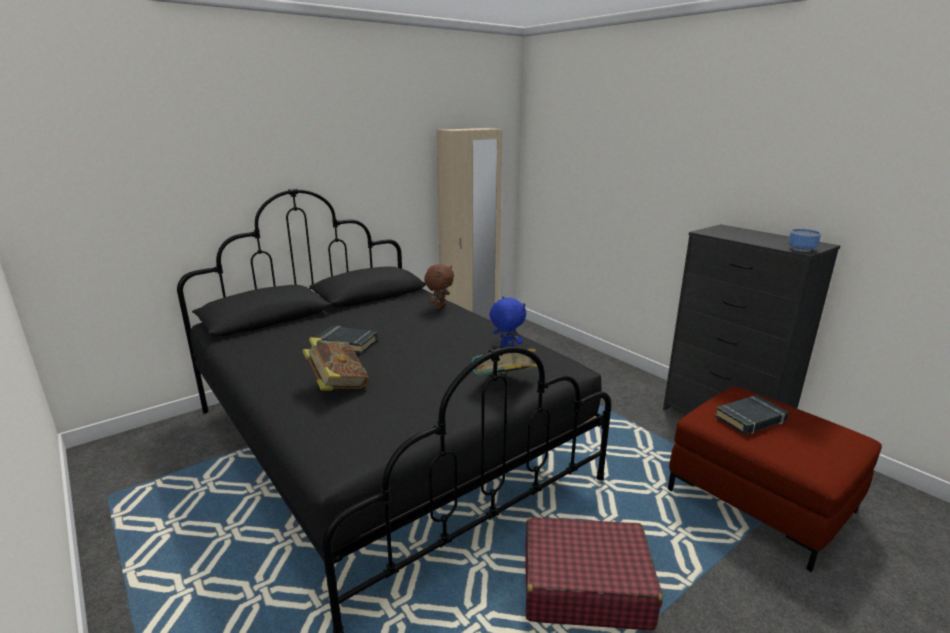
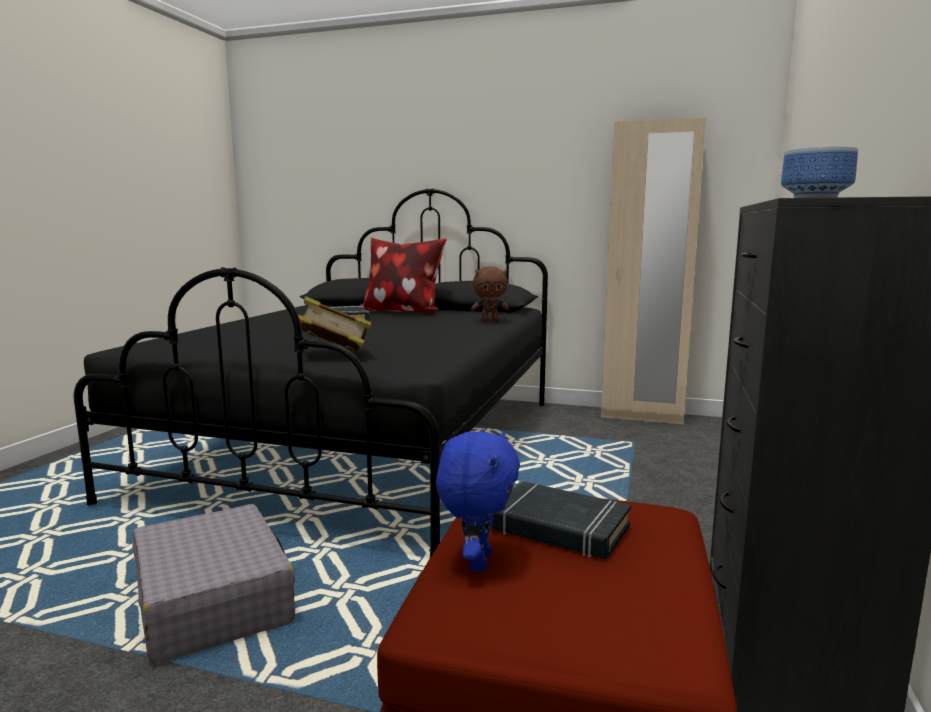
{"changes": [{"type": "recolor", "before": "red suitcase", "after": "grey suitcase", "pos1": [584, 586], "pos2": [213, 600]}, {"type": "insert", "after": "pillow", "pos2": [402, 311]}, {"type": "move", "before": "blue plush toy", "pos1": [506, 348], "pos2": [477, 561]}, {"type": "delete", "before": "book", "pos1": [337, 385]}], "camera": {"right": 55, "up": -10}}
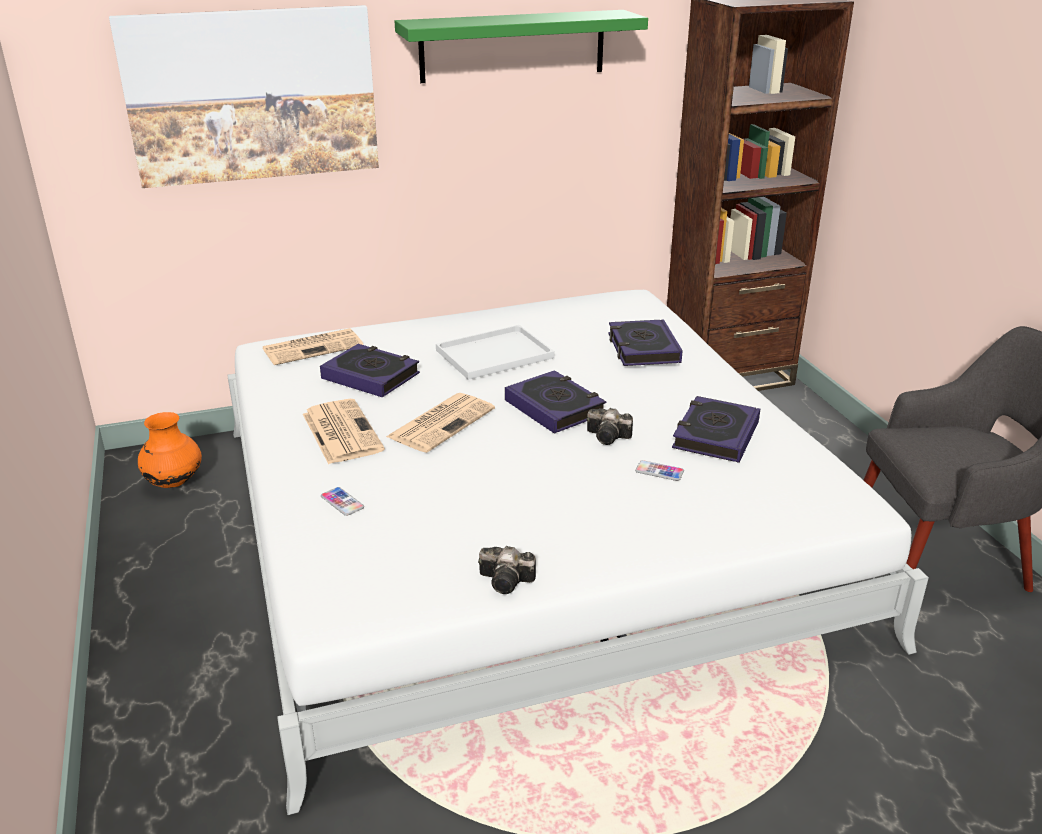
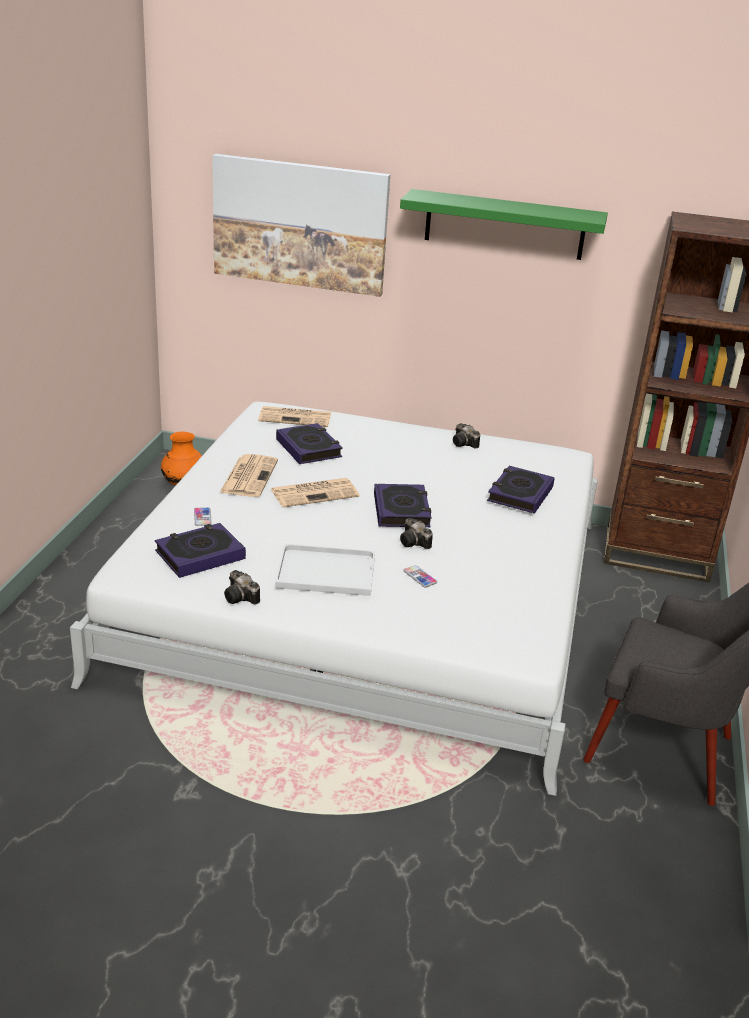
{"changes": [{"type": "move", "before": "book", "pos1": [715, 435], "pos2": [200, 555]}, {"type": "move", "before": "white tray", "pos1": [496, 353], "pos2": [328, 571]}, {"type": "insert", "after": "photo camera", "pos2": [465, 444]}], "camera": {"right": 30, "up": 0}}
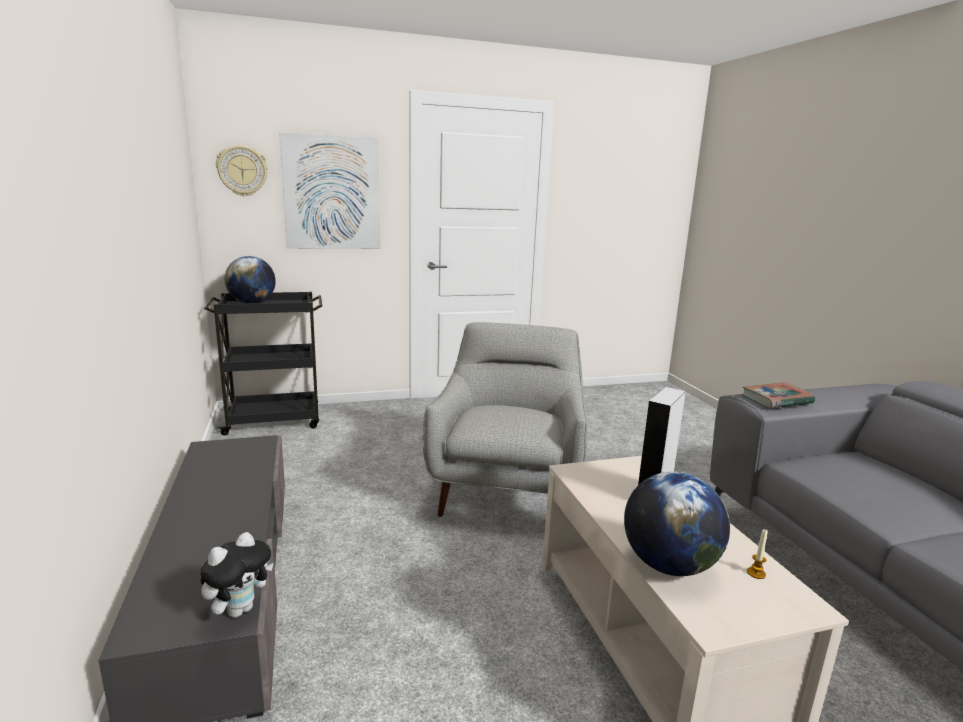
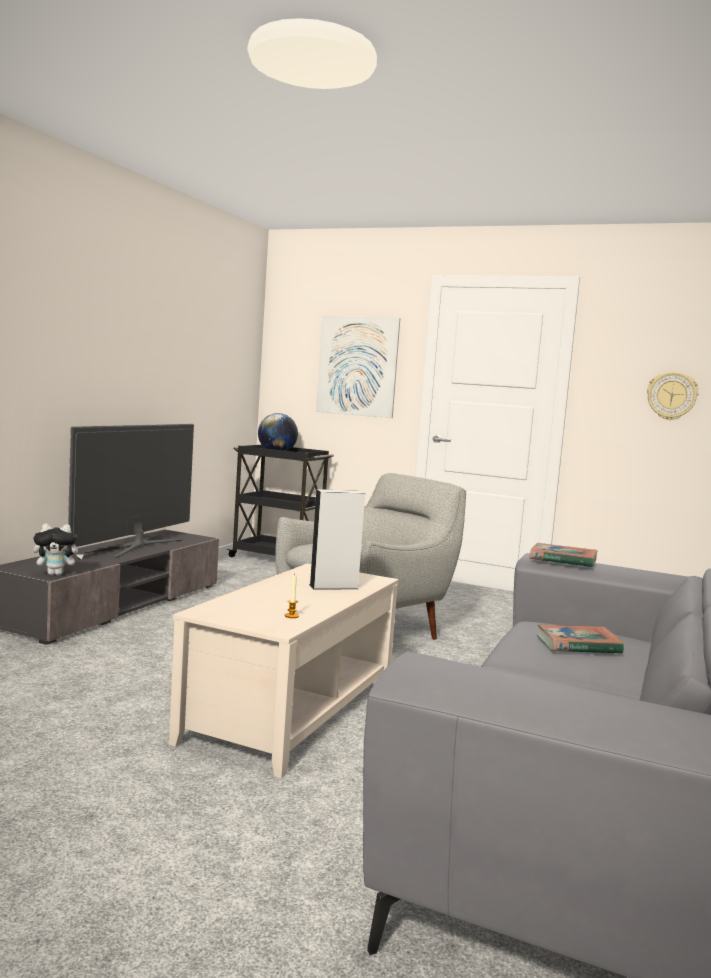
{"changes": [{"type": "insert", "after": "television", "pos2": [136, 545]}, {"type": "insert", "after": "book", "pos2": [578, 645]}, {"type": "move", "before": "wall clock", "pos1": [242, 171], "pos2": [672, 396]}, {"type": "delete", "before": "globe", "pos1": [668, 565]}], "camera": {"right": 40, "up": -10}}
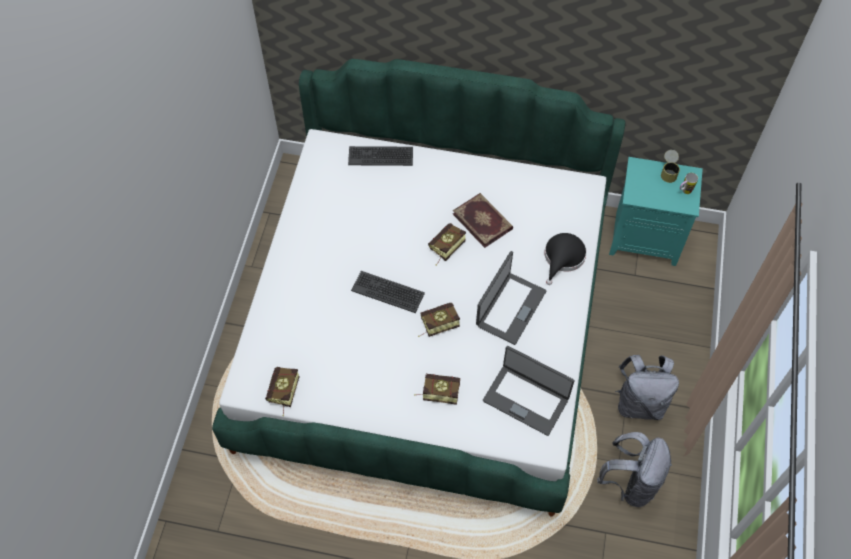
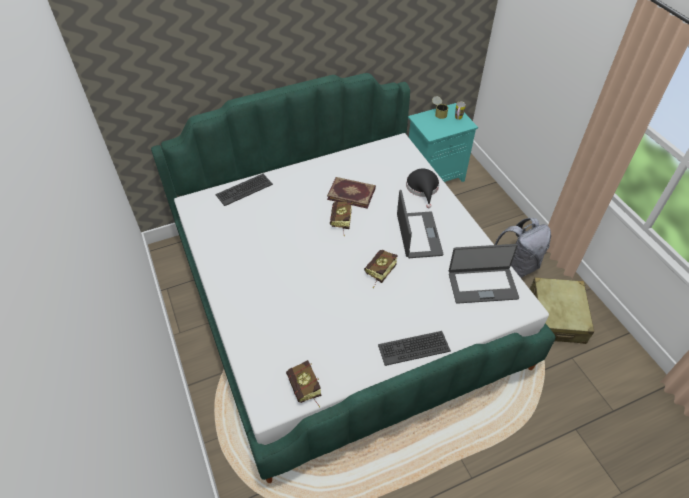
{"changes": [{"type": "move", "before": "keyboard", "pos1": [388, 291], "pos2": [413, 347]}, {"type": "replace", "before": "grey backpack", "after": "beige suitcase", "pos1": [630, 482], "pos2": [556, 317]}, {"type": "delete", "before": "book", "pos1": [436, 392]}], "camera": {"right": -35, "up": -10}}
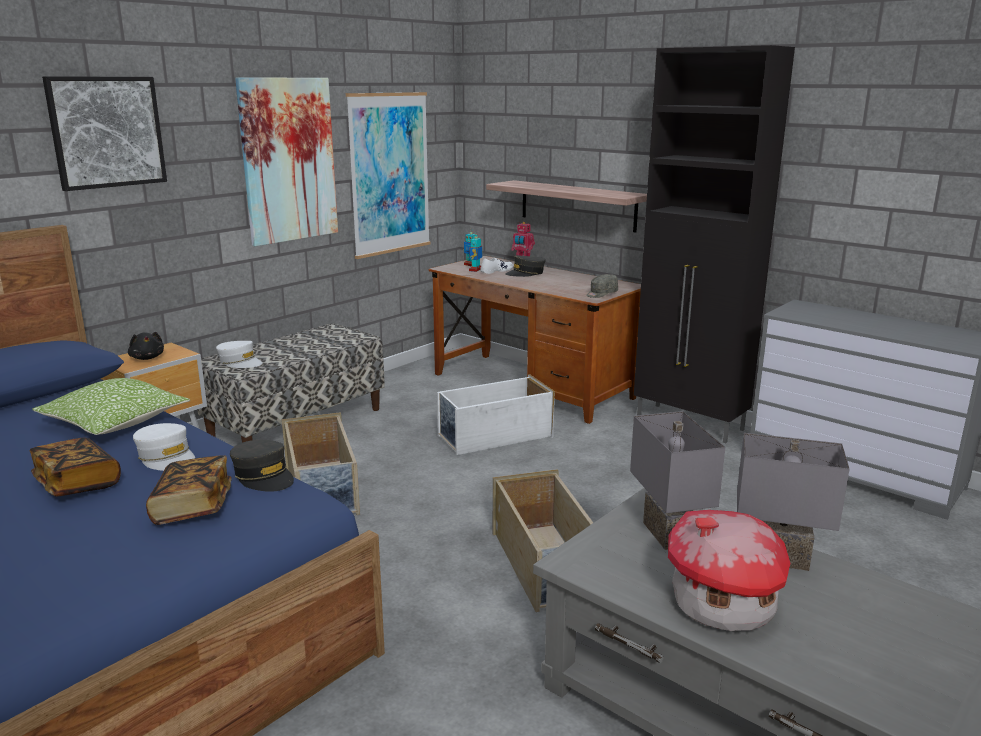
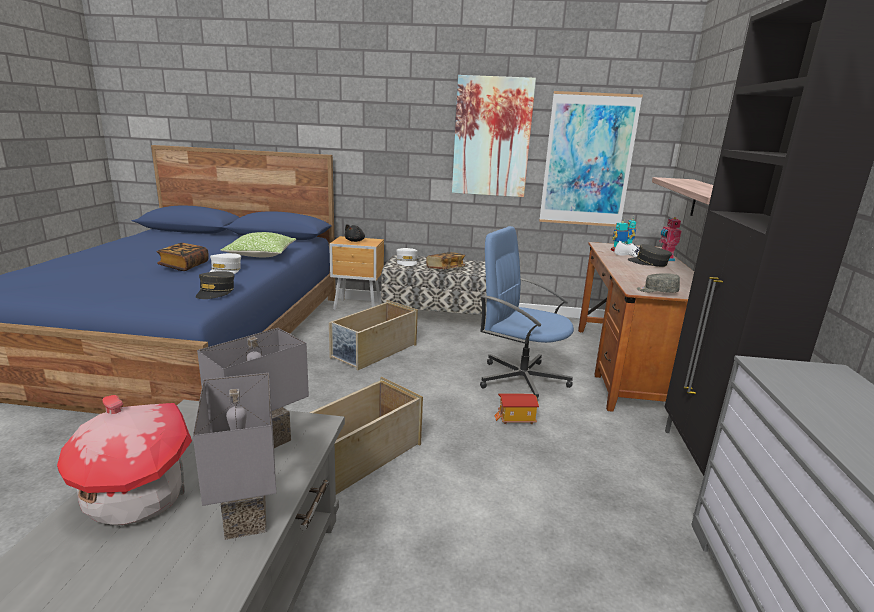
{"changes": [{"type": "move", "before": "book", "pos1": [193, 507], "pos2": [445, 269]}, {"type": "replace", "before": "white storage box", "after": "blue office chair", "pos1": [494, 436], "pos2": [521, 379]}, {"type": "insert", "after": "toy house", "pos2": [516, 419]}, {"type": "delete", "before": "picture", "pos1": [107, 132]}], "camera": {"right": 55, "up": 0}}
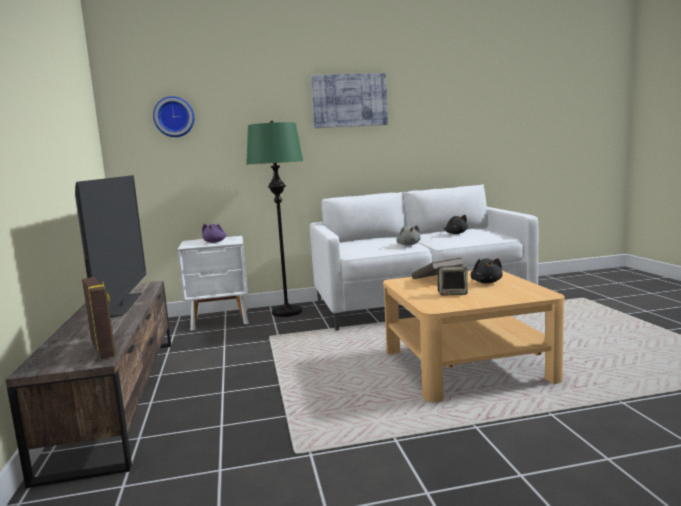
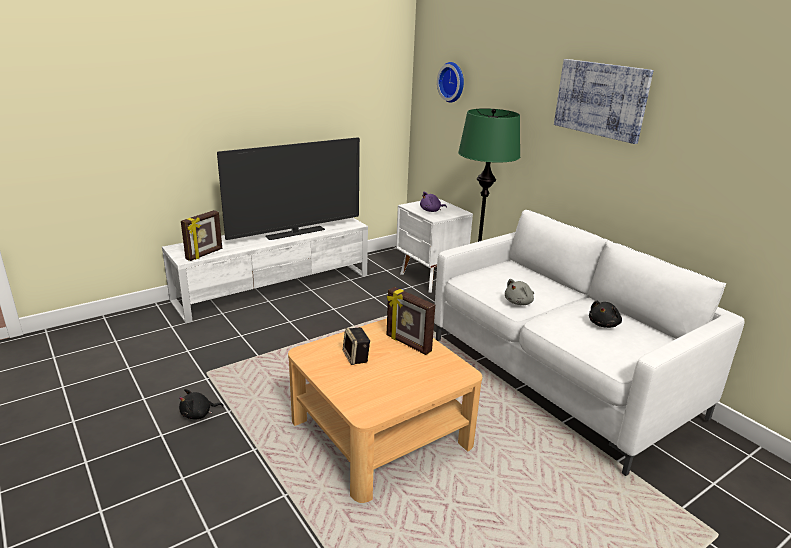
{"changes": [{"type": "recolor", "before": "brown tv stand", "after": "white tv stand", "pos1": [119, 396], "pos2": [275, 287]}, {"type": "move", "before": "black plush toy", "pos1": [486, 282], "pos2": [198, 414]}, {"type": "replace", "before": "brown book", "after": "picture frame", "pos1": [436, 280], "pos2": [408, 344]}], "camera": {"right": 65, "up": 15}}
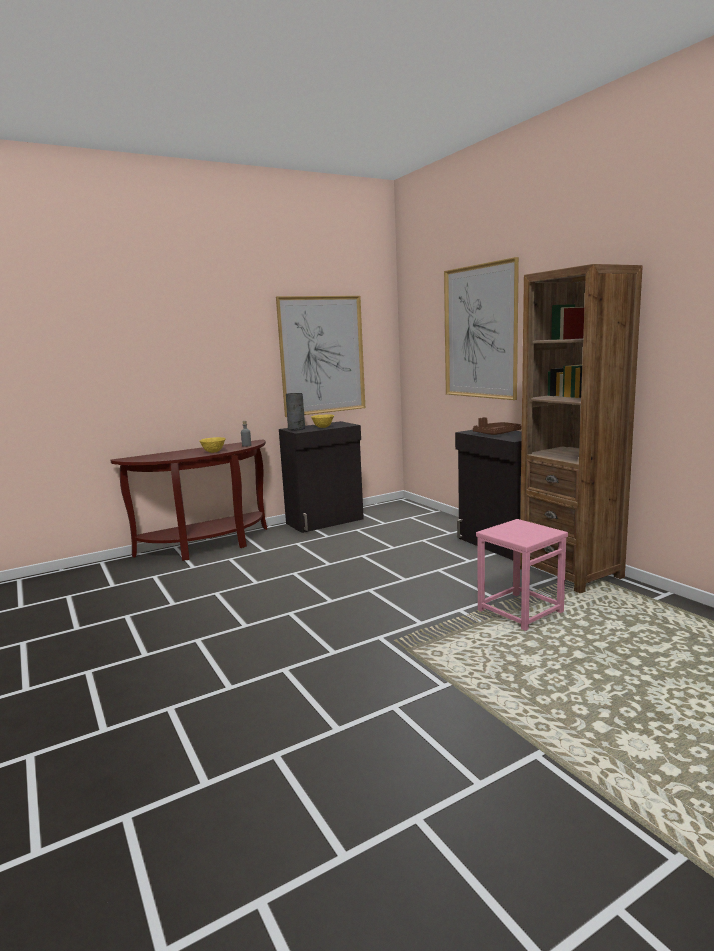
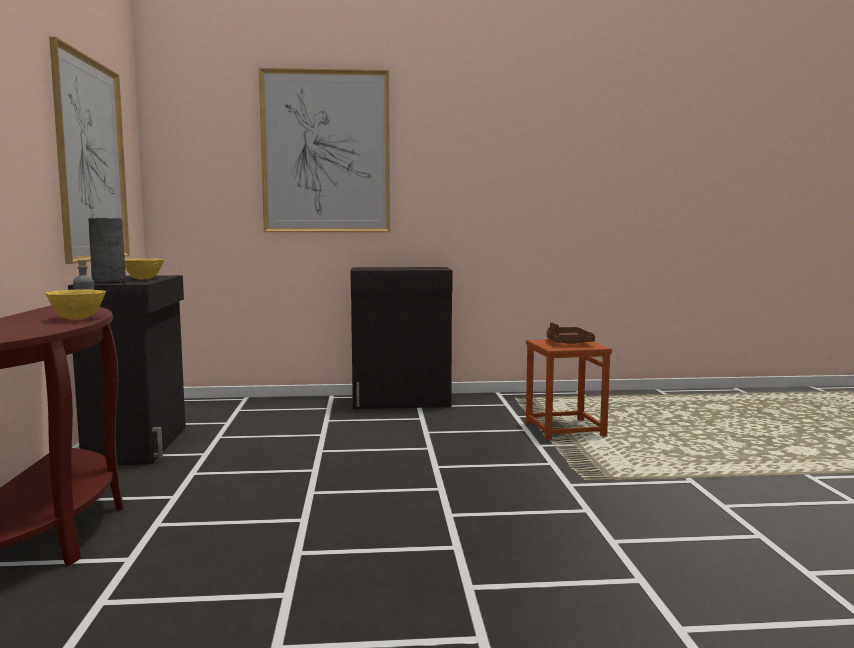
{"changes": [{"type": "recolor", "before": "pink stool", "after": "brown stool", "pos1": [519, 610], "pos2": [564, 429]}, {"type": "move", "before": "brown tray", "pos1": [496, 434], "pos2": [567, 343]}, {"type": "delete", "before": "brown bookcase", "pos1": [571, 573]}], "camera": {"right": -65, "up": -5}}
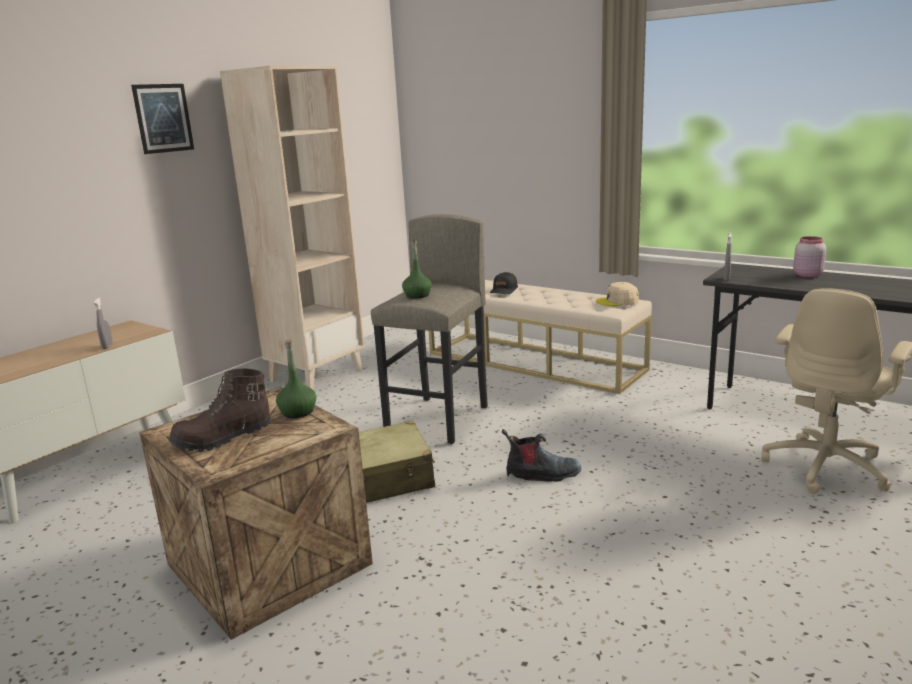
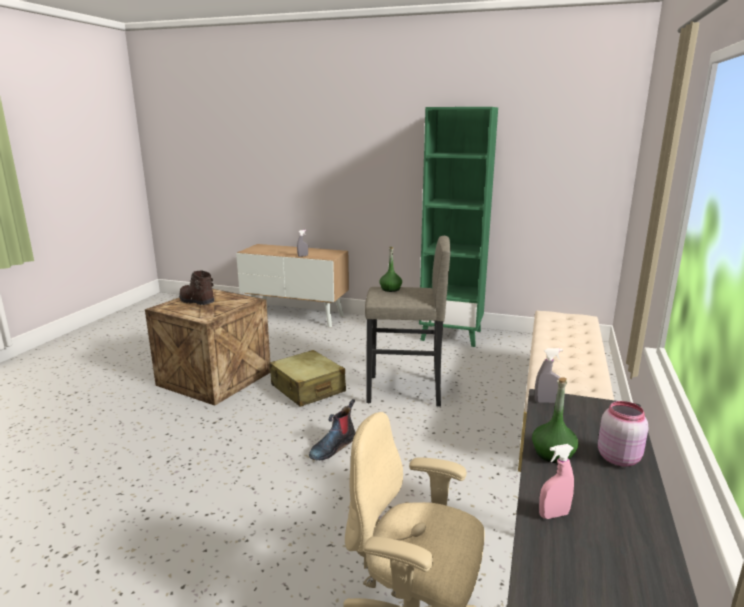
{"changes": [{"type": "rotate", "before": "boot", "pos1": [542, 475], "pos2": [333, 447], "turn": 60}, {"type": "recolor", "before": "beige bookcase", "after": "green bookcase", "pos1": [316, 374], "pos2": [452, 335]}, {"type": "move", "before": "green bottle", "pos1": [298, 412], "pos2": [553, 454]}, {"type": "insert", "after": "pink spray bottle", "pos2": [553, 515]}, {"type": "delete", "before": "picture", "pos1": [163, 118]}, {"type": "delete", "before": "black cap", "pos1": [504, 290]}, {"type": "delete", "before": "beige cap", "pos1": [617, 301]}], "camera": {"right": 70, "up": 0}}
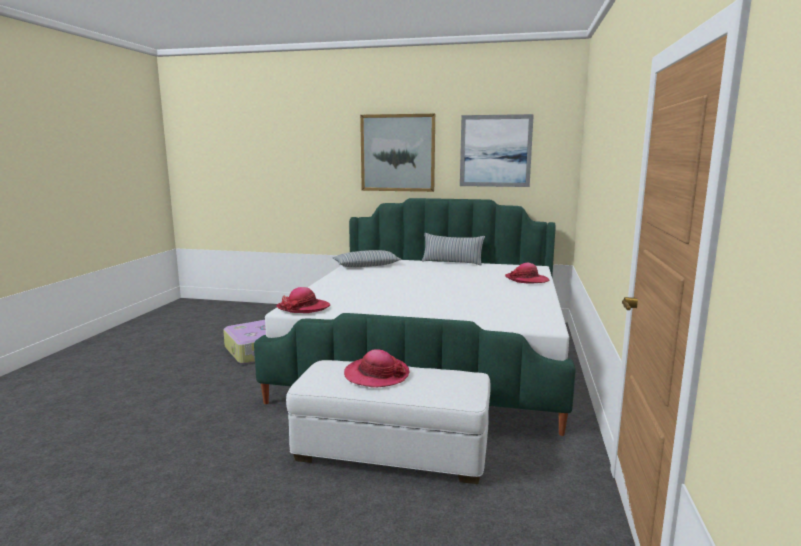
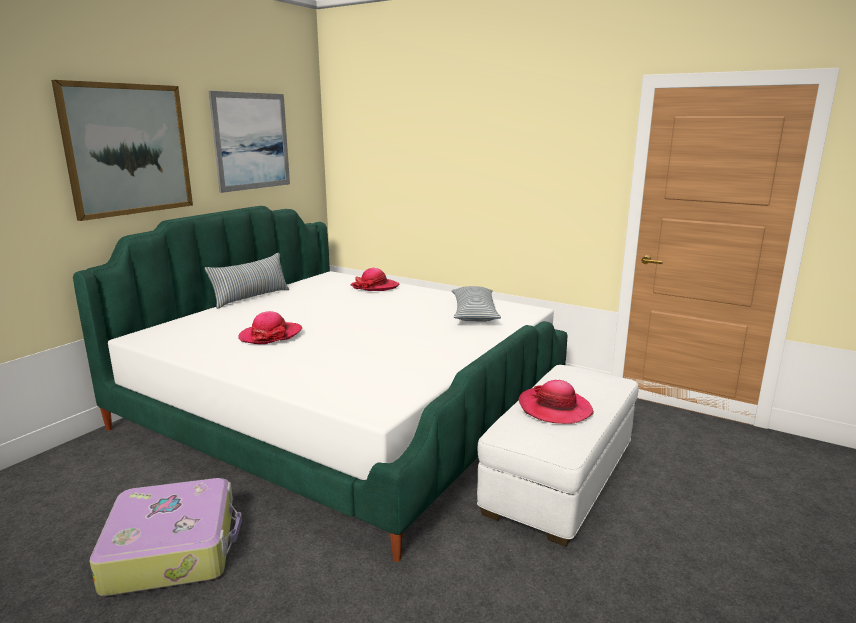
{"changes": [{"type": "move", "before": "hat", "pos1": [303, 308], "pos2": [271, 335]}, {"type": "move", "before": "pillow", "pos1": [366, 266], "pos2": [474, 313]}], "camera": {"right": -70, "up": 5}}
